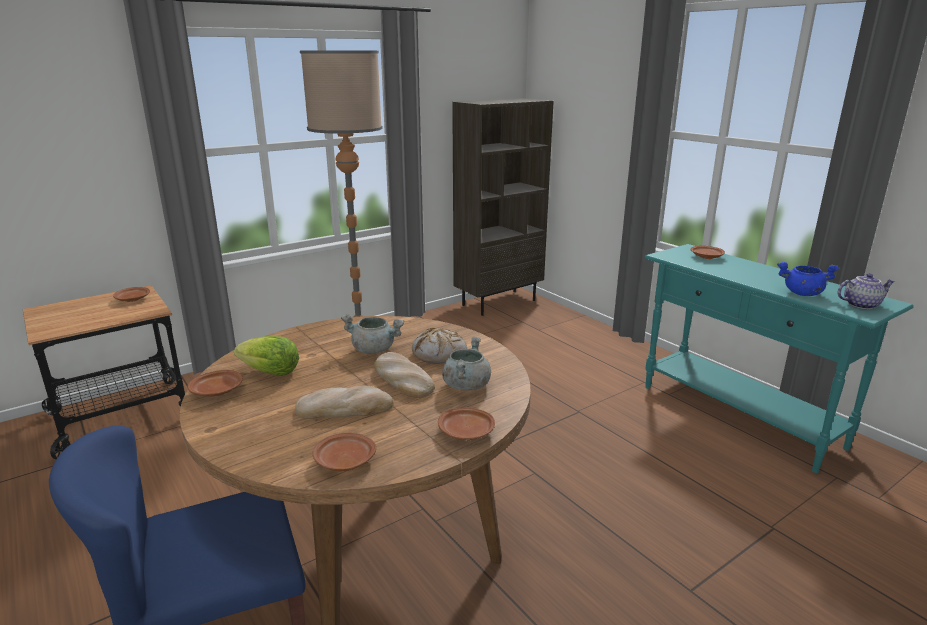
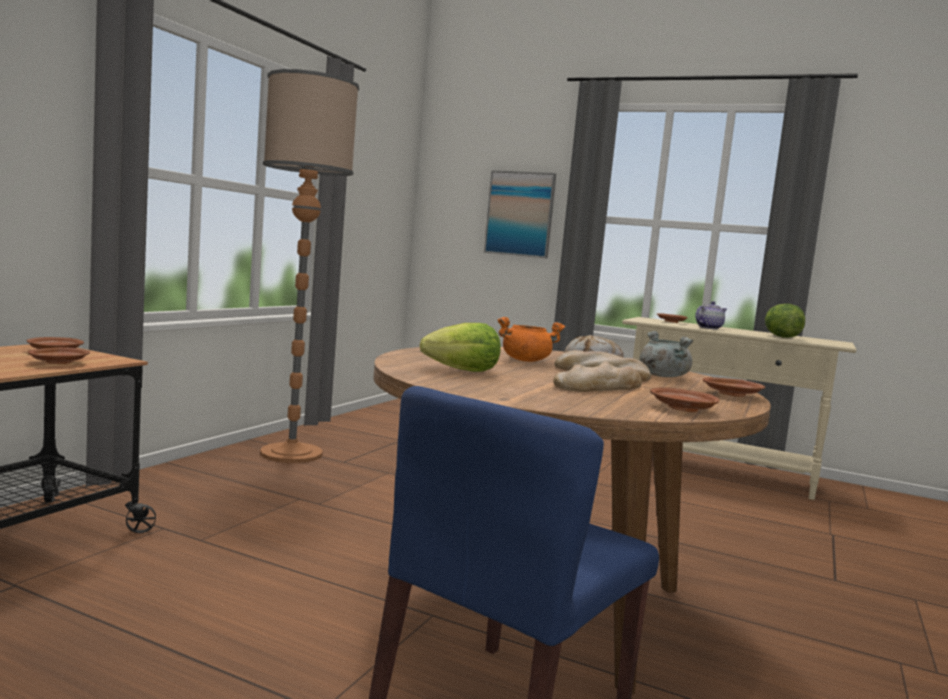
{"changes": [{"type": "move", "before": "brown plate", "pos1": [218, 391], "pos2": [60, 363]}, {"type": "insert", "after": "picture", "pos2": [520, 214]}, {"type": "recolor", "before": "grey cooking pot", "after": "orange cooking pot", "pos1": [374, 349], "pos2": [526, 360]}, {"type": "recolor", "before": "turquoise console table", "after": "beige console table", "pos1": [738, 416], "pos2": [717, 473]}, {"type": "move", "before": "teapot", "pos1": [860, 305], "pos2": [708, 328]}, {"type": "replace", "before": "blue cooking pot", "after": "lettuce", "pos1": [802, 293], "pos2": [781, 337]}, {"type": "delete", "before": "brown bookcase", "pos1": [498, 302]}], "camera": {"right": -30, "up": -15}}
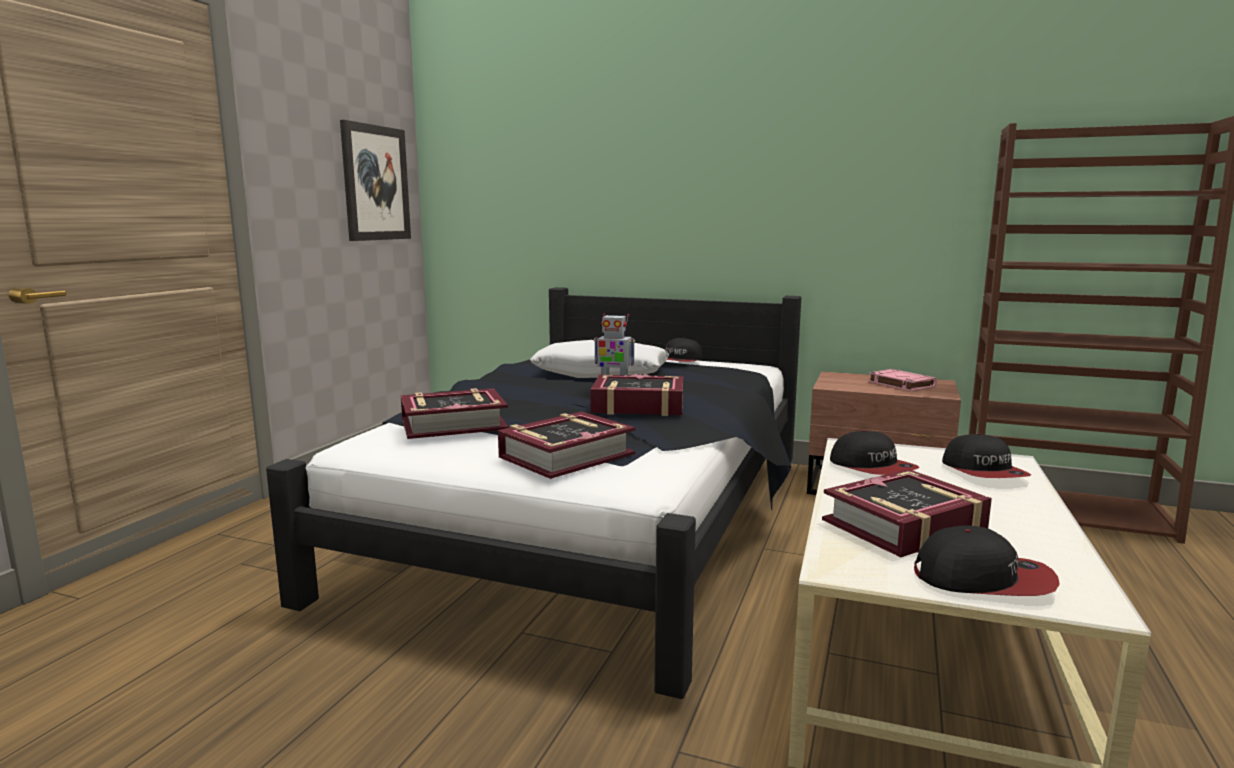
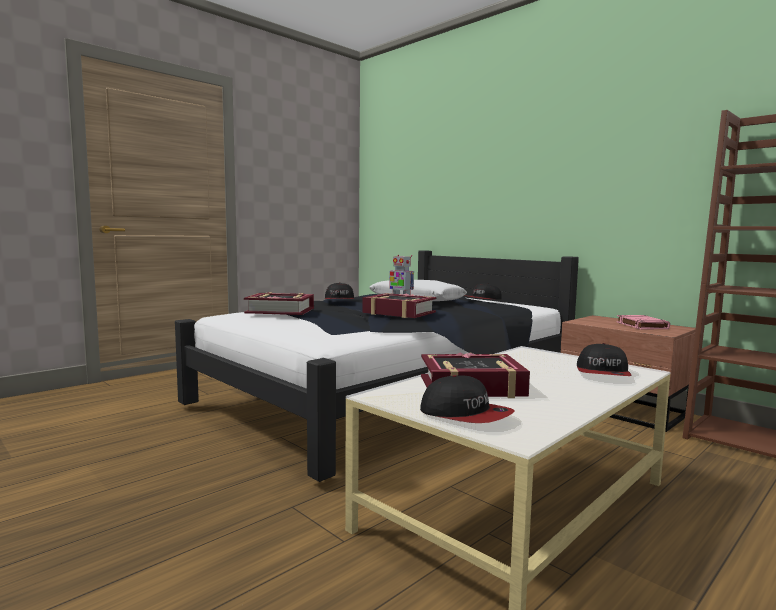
{"changes": [{"type": "move", "before": "cap", "pos1": [872, 467], "pos2": [339, 300]}, {"type": "delete", "before": "picture", "pos1": [375, 183]}, {"type": "delete", "before": "book", "pos1": [566, 456]}], "camera": {"right": 25, "up": -5}}
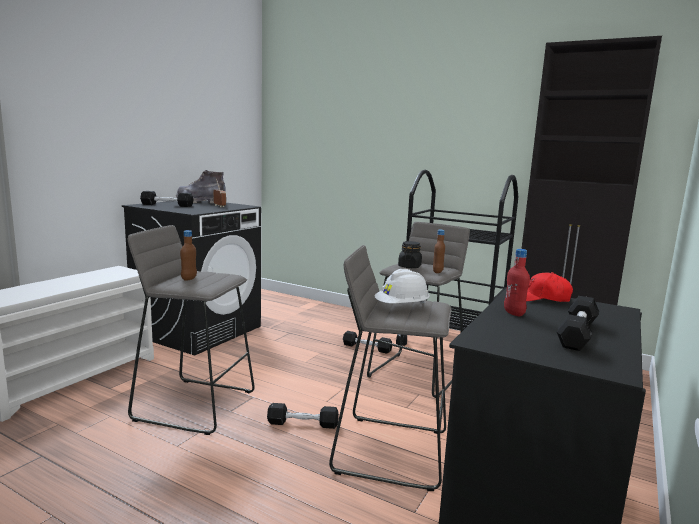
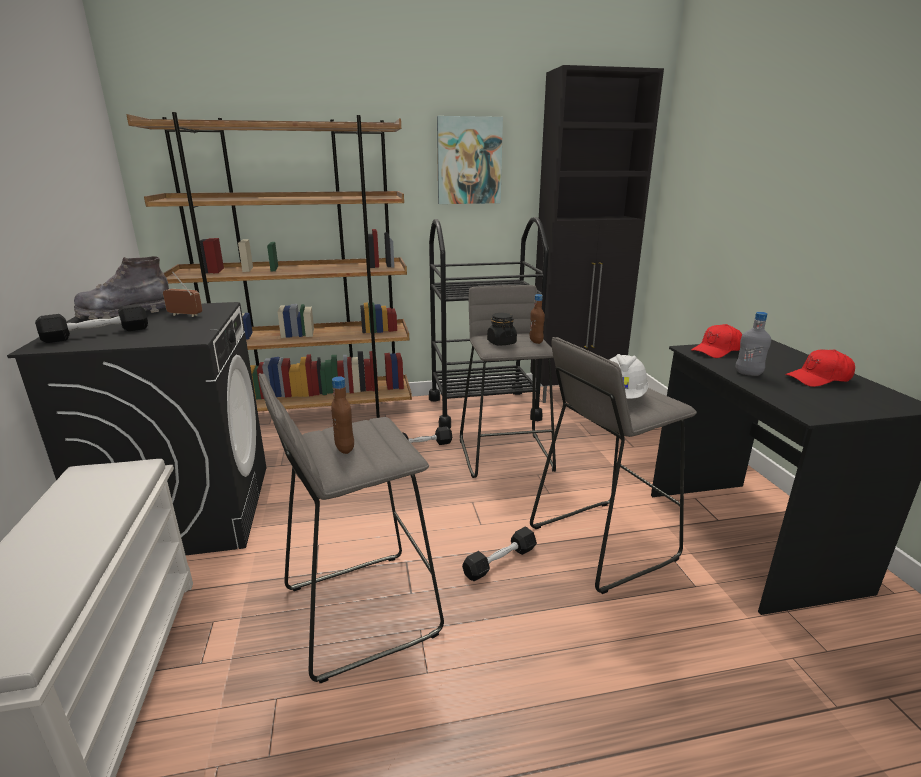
{"changes": [{"type": "insert", "after": "brown bookcase", "pos2": [309, 416]}, {"type": "insert", "after": "picture", "pos2": [469, 161]}, {"type": "recolor", "before": "red bottle", "after": "grey bottle", "pos1": [514, 313], "pos2": [748, 373]}, {"type": "replace", "before": "black dumbbell", "after": "red cap", "pos1": [577, 334], "pos2": [819, 379]}], "camera": {"right": -40, "up": 10}}
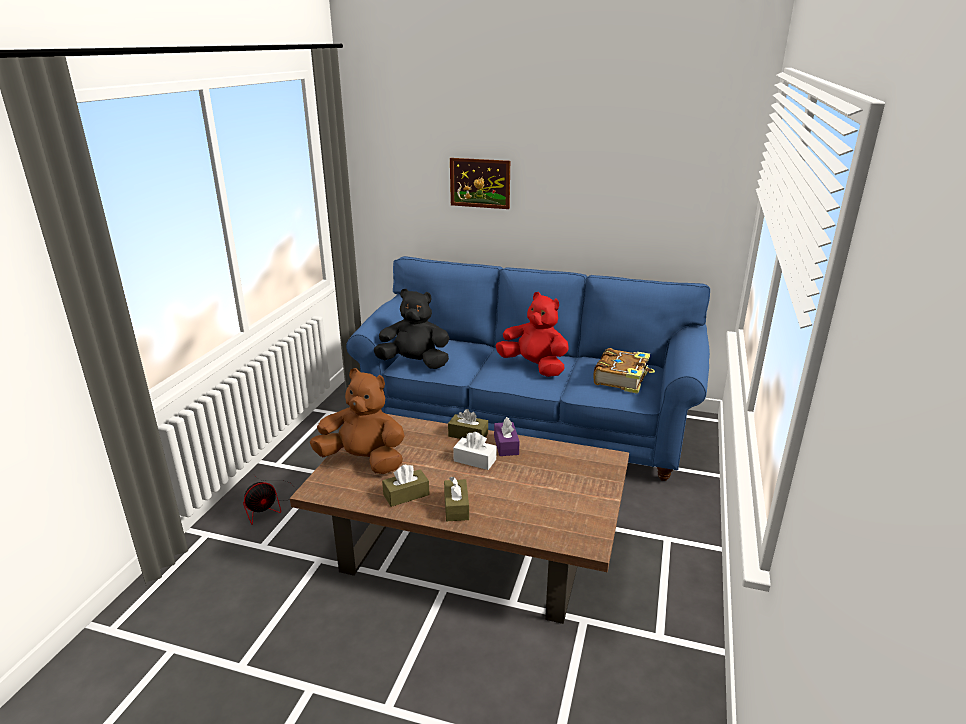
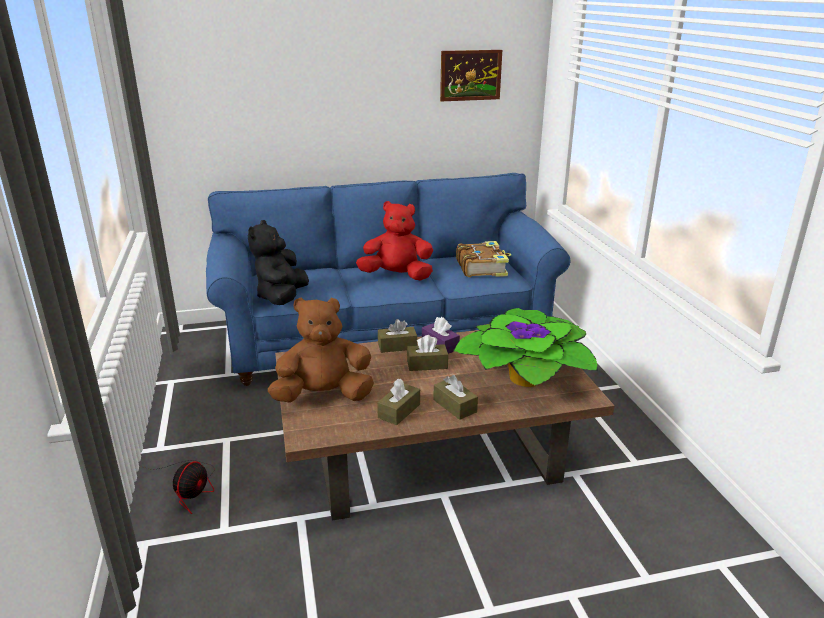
{"changes": [{"type": "rotate", "before": "black plush toy", "pos1": [414, 363], "pos2": [282, 298], "turn": -60}, {"type": "recolor", "before": "white tissue box", "after": "brown tissue box", "pos1": [475, 460], "pos2": [427, 364]}, {"type": "move", "before": "picture", "pos1": [480, 183], "pos2": [470, 75]}, {"type": "insert", "after": "potted plant", "pos2": [525, 375]}], "camera": {"right": -30, "up": 0}}
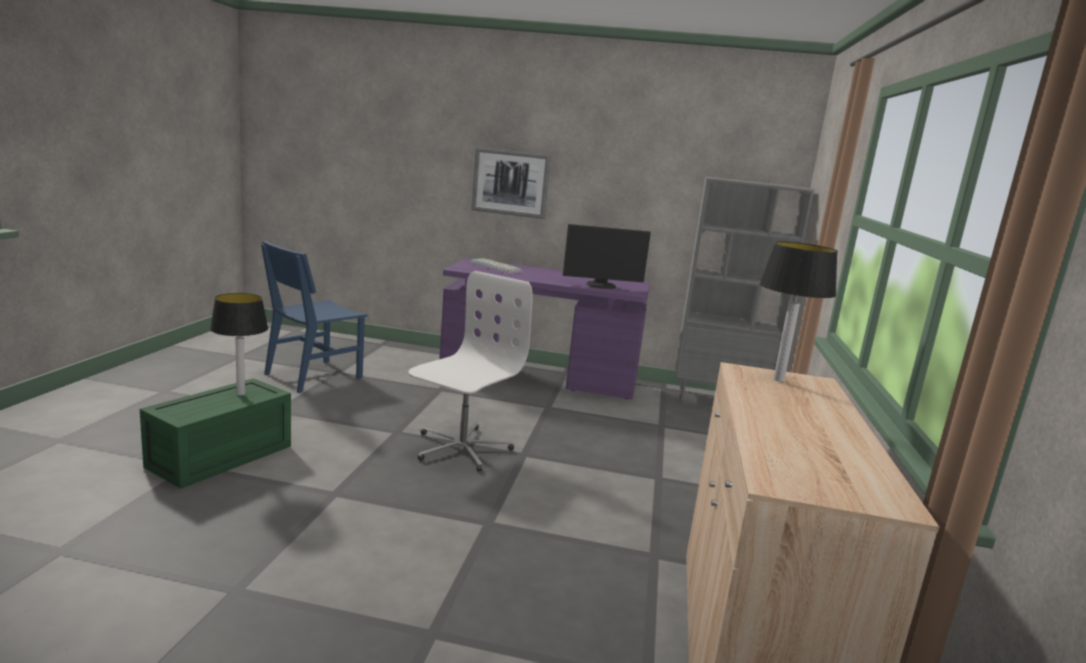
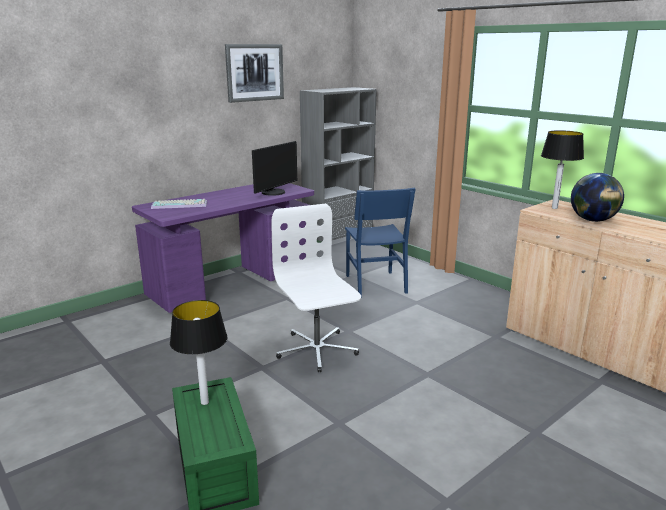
{"changes": [{"type": "move", "before": "picture", "pos1": [510, 183], "pos2": [254, 72]}, {"type": "move", "before": "blue chair", "pos1": [313, 376], "pos2": [375, 284]}, {"type": "insert", "after": "globe", "pos2": [593, 220]}], "camera": {"right": -50, "up": 5}}
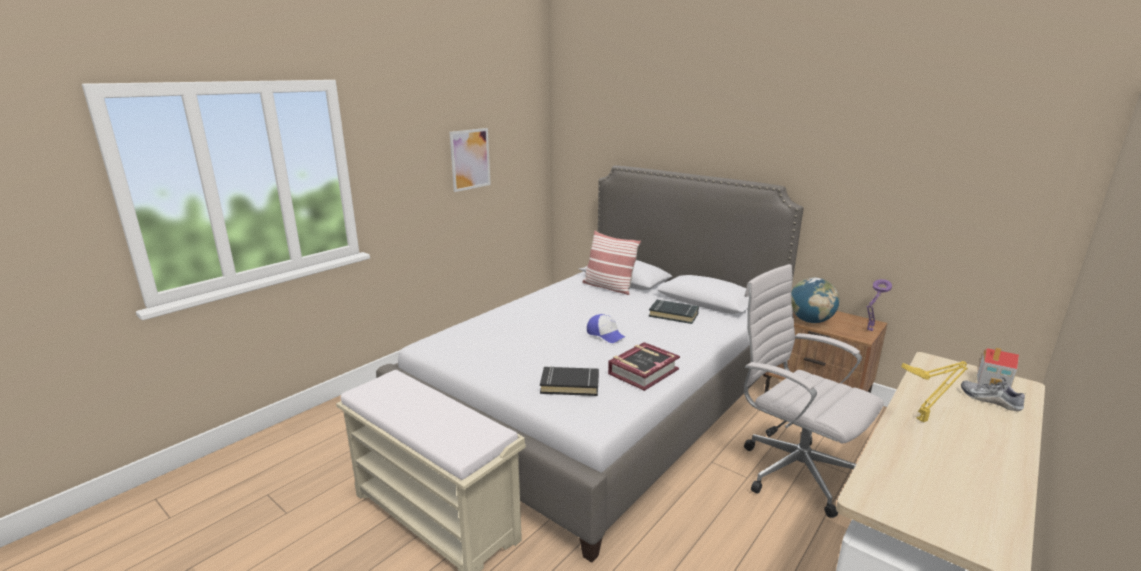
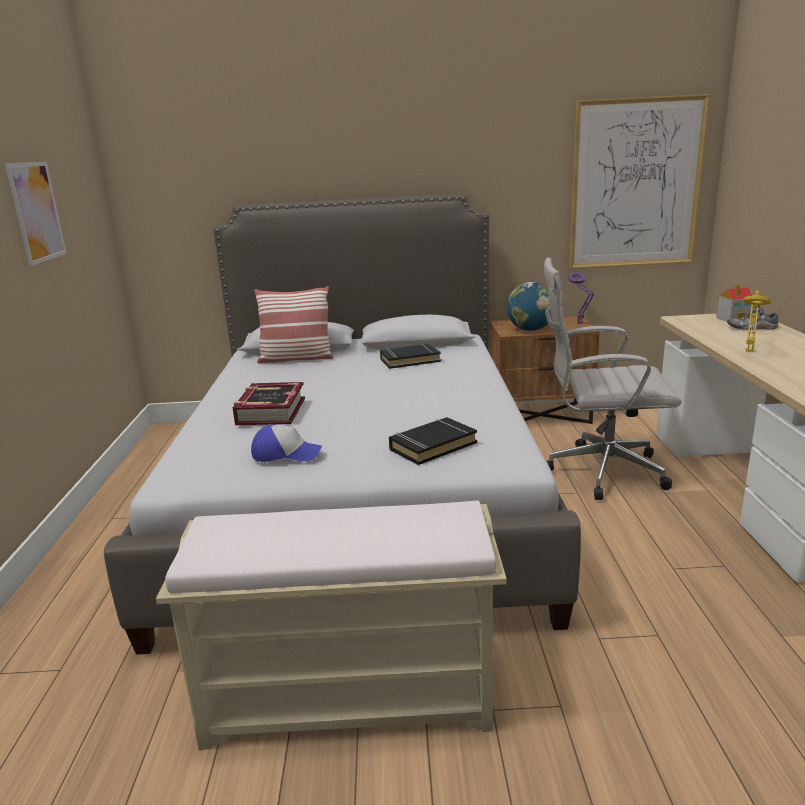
{"changes": [{"type": "move", "before": "book", "pos1": [643, 371], "pos2": [270, 411]}, {"type": "move", "before": "cap", "pos1": [606, 334], "pos2": [286, 454]}, {"type": "insert", "after": "picture", "pos2": [635, 184]}], "camera": {"right": -40, "up": 0}}
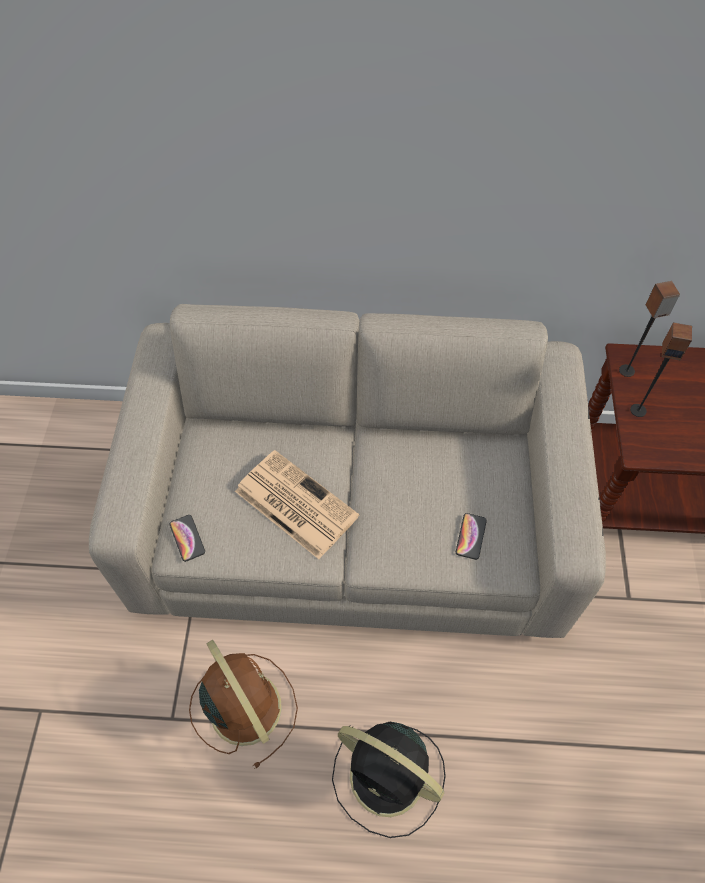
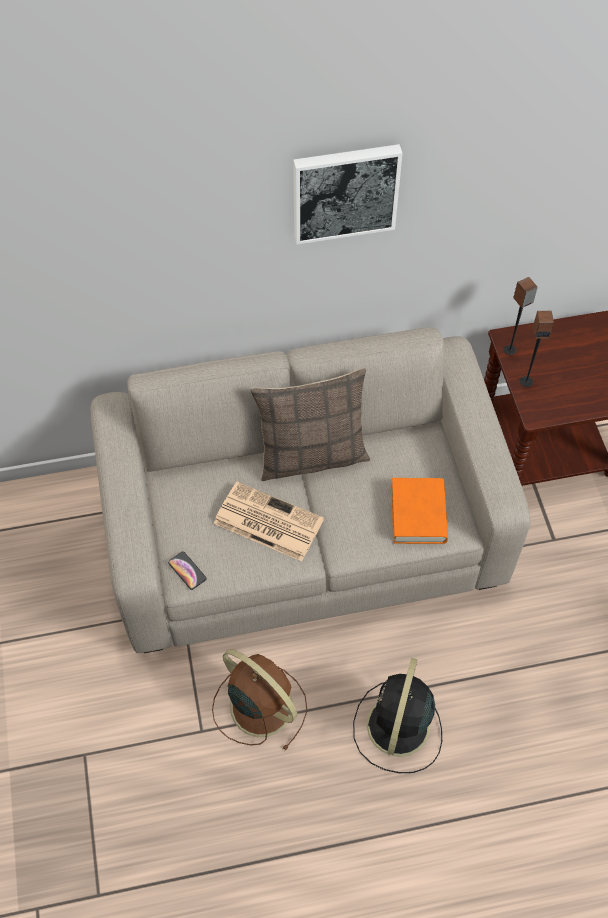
{"changes": [{"type": "insert", "after": "pillow", "pos2": [312, 455]}, {"type": "insert", "after": "picture", "pos2": [344, 191]}, {"type": "rotate", "before": "black fan", "pos1": [390, 778], "pos2": [397, 728], "turn": 90}, {"type": "replace", "before": "phone", "after": "orange book", "pos1": [471, 536], "pos2": [418, 514]}], "camera": {"right": -15, "up": 0}}
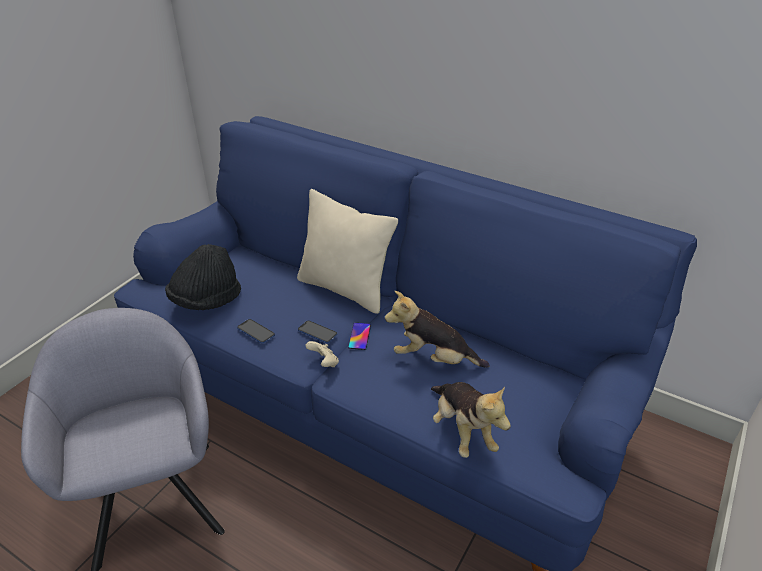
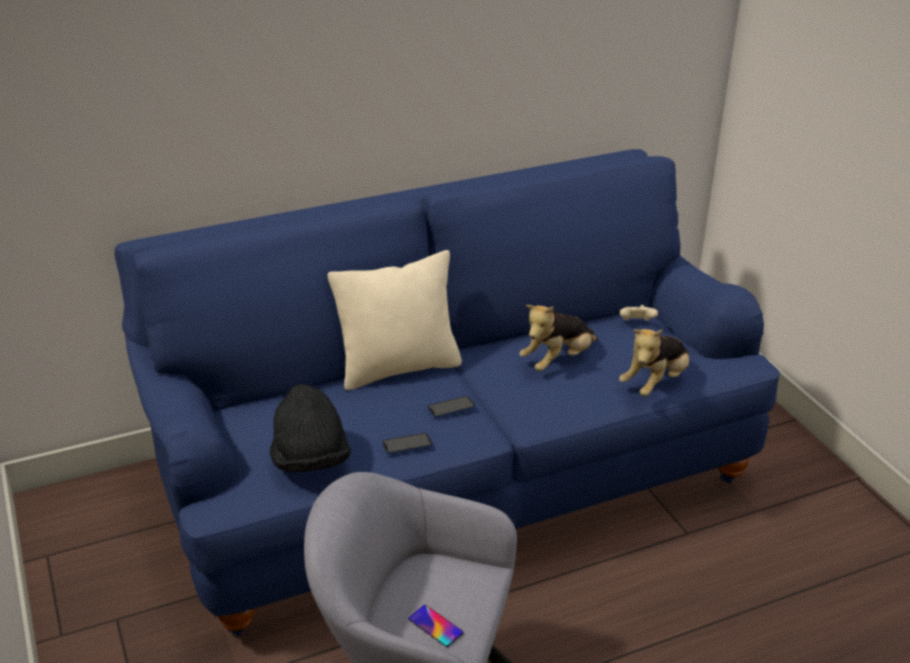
{"changes": [{"type": "move", "before": "phone", "pos1": [359, 336], "pos2": [435, 626]}, {"type": "rotate", "before": "plush toy", "pos1": [462, 430], "pos2": [655, 383], "turn": 120}, {"type": "move", "before": "beige game controller", "pos1": [324, 363], "pos2": [636, 323]}], "camera": {"right": -55, "up": -5}}
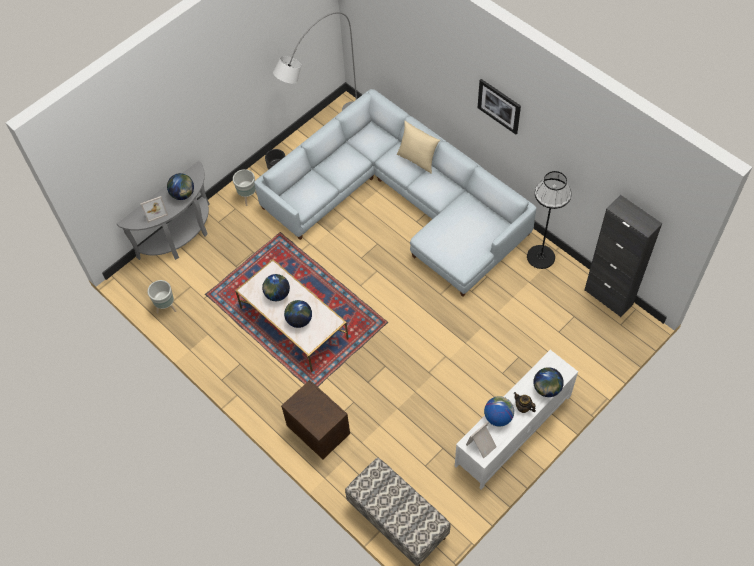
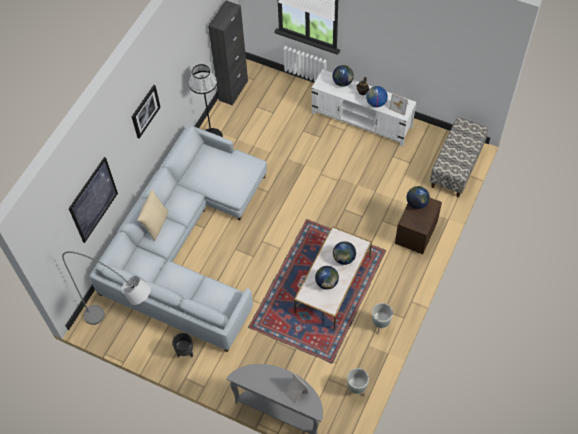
{"changes": [{"type": "insert", "after": "picture", "pos2": [93, 200]}, {"type": "move", "before": "grey planter", "pos1": [248, 197], "pos2": [380, 325]}, {"type": "move", "before": "globe", "pos1": [183, 194], "pos2": [416, 203]}], "camera": {"right": -110, "up": 0}}
